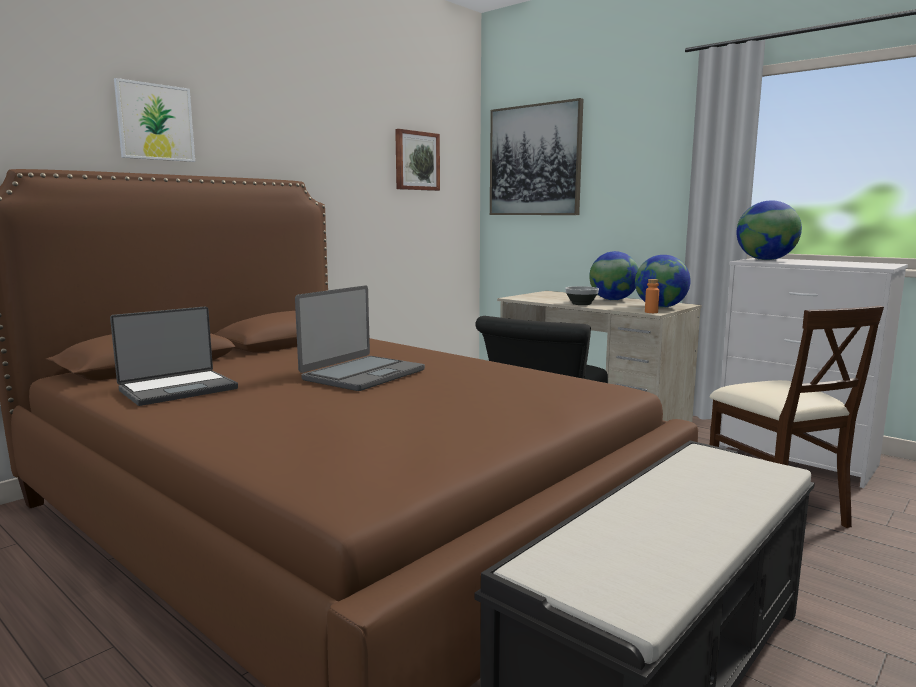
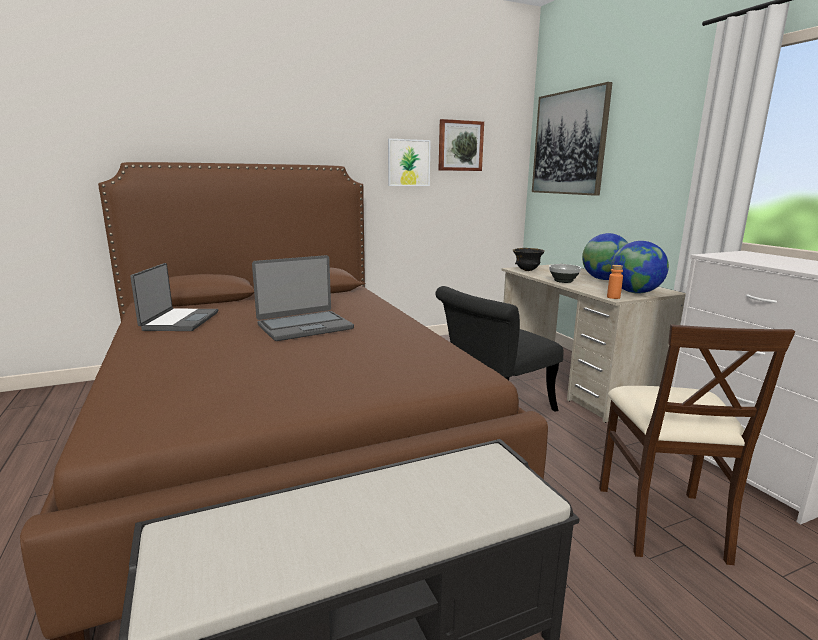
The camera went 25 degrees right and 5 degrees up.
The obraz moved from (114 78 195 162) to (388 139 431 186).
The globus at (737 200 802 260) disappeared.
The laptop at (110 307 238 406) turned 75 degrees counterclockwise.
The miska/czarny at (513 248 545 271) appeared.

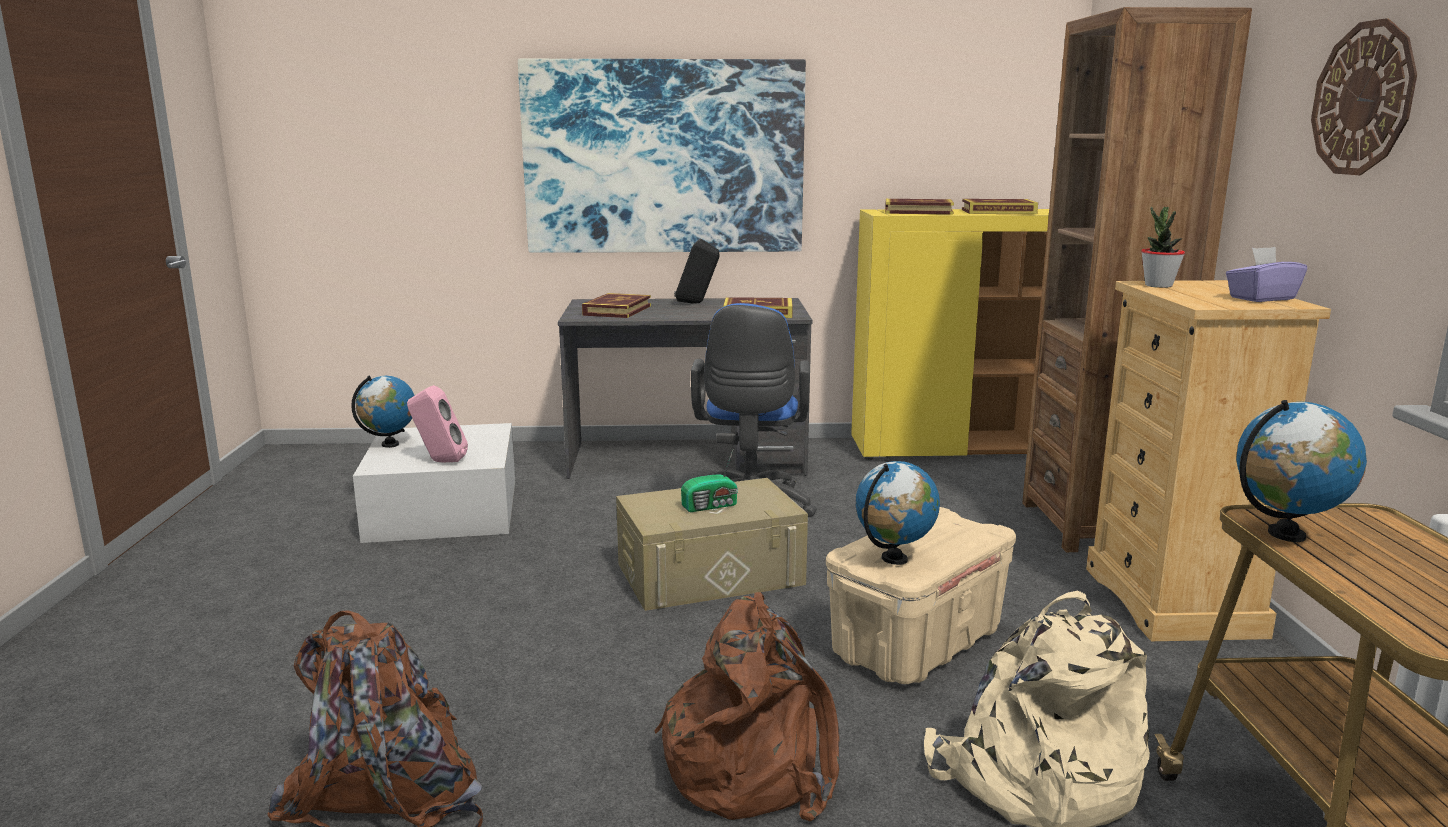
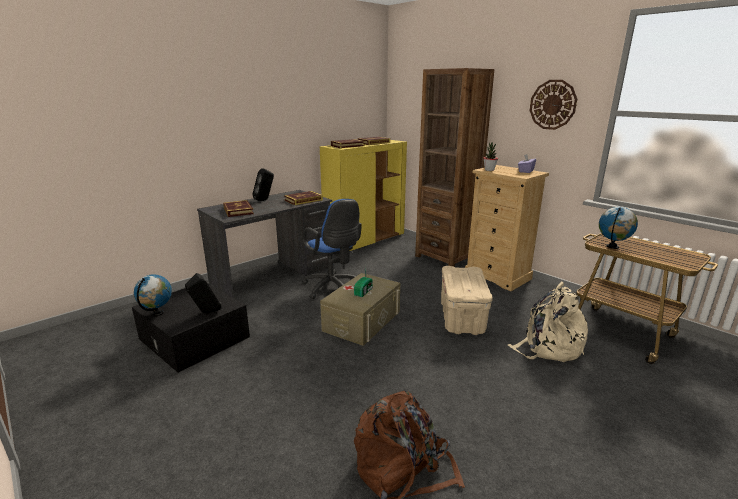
The camera went 40 degrees left and 5 degrees up.
The obraz at (518 59 806 253) disappeared.
The głośnik/różowy at (407 385 468 462) became the głośnik/czarny at (185 273 222 314).
The pojemnik do przechowywania/biały at (353 423 515 543) became the pojemnik do przechowywania/czarny at (132 284 250 372).
The globus at (856 461 940 565) disappeared.
The plecak/brązowy at (654 592 839 821) disappeared.

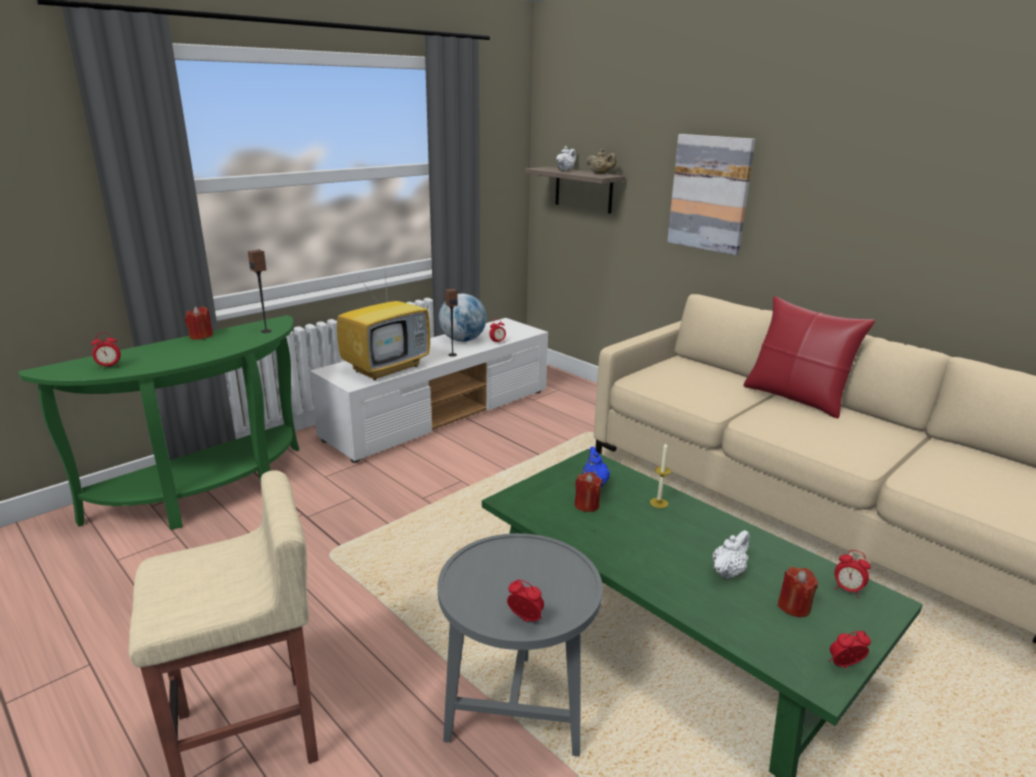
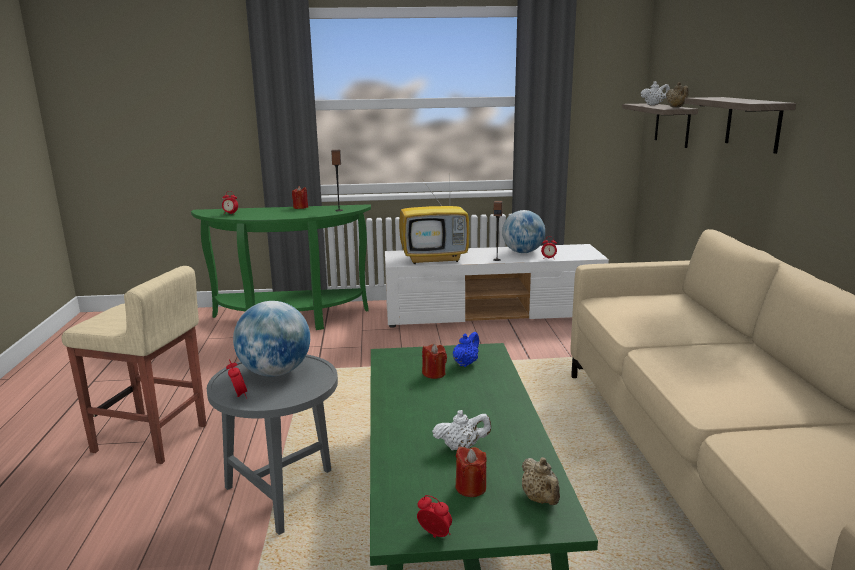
The camera went 40 degrees right and 5 degrees down.
The obraz at (667 134 756 255) was replaced by the półka at (684 97 796 154).
The poduszka/czerwony at (743 296 875 418) disappeared.
The świeca at (650 443 671 508) disappeared.
The budzik at (834 550 871 598) was replaced by the imbryk/beżowy at (521 457 560 505).
The globus at (233 301 310 377) appeared.

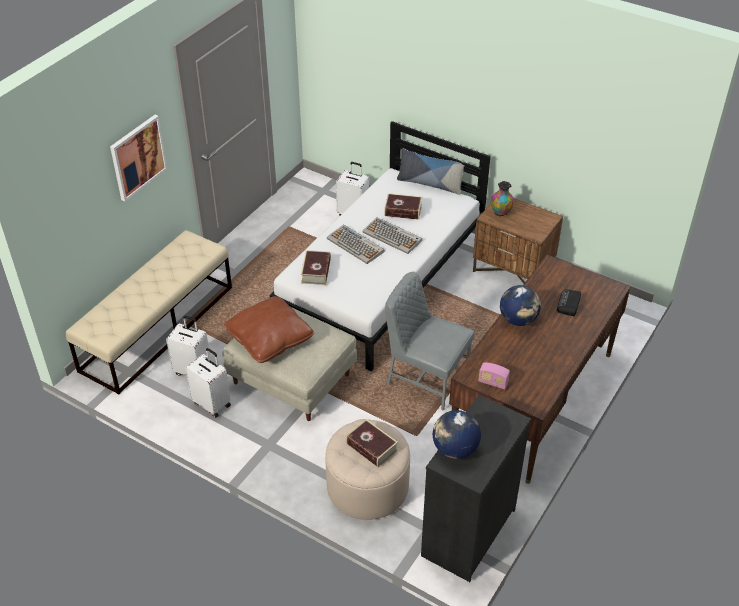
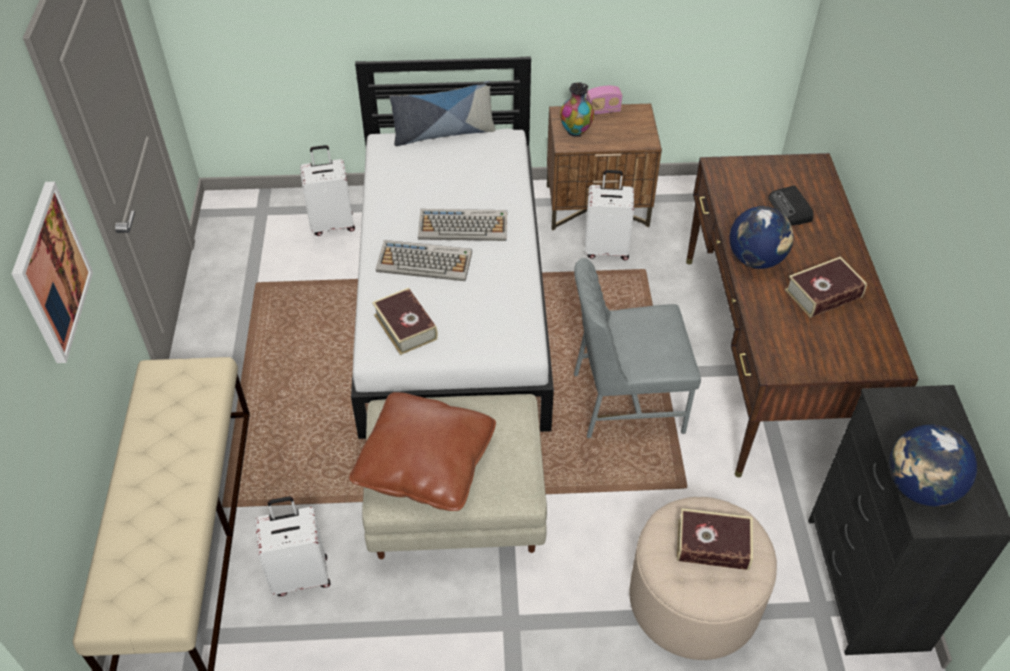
The camera went 35 degrees left and 5 degrees up.
The książka moved from (385 193 422 220) to (785 257 867 318).
The walizka/biały moved from (185 348 231 418) to (585 170 634 260).
The radio moved from (478 362 510 389) to (586 86 622 115).

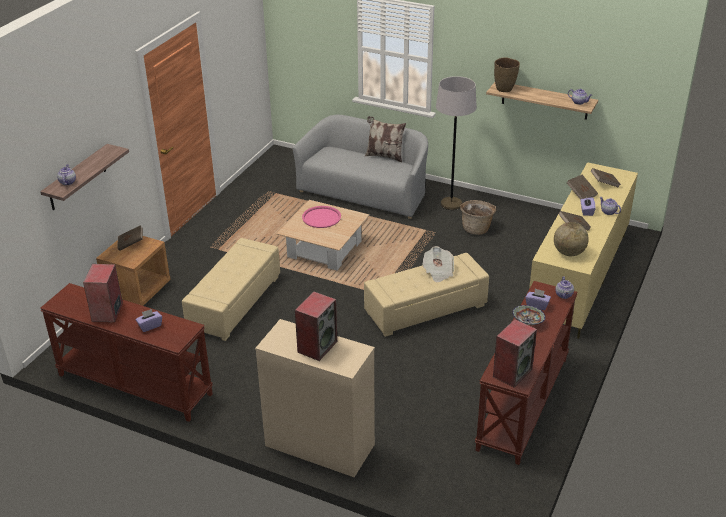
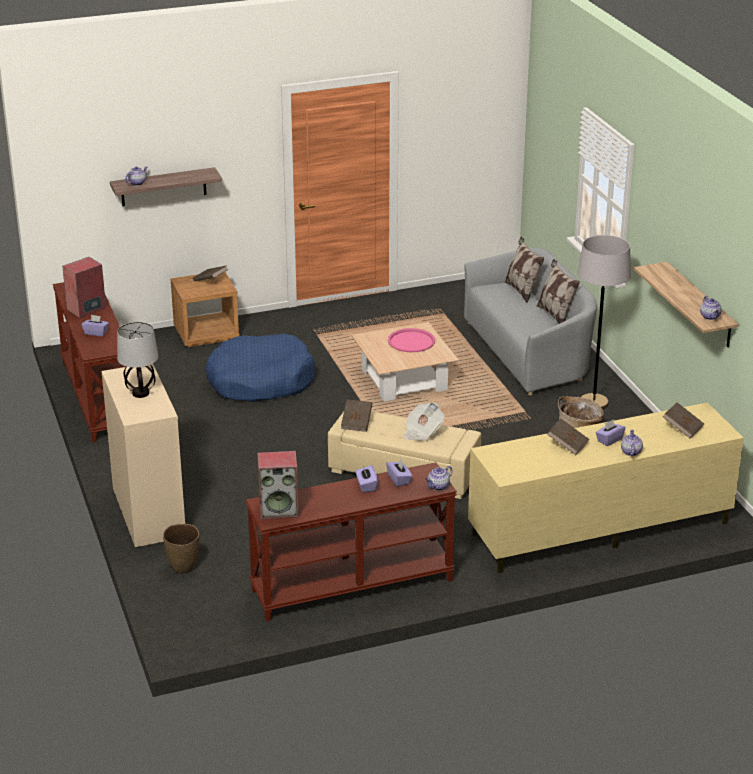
The camera went 45 degrees right and 5 degrees down.
The wazon/brązowy moved from (494 57 520 92) to (163 524 199 573).
The książka/brązowy moved from (567 175 598 200) to (341 399 373 432).
The globus at (554 222 589 256) disappeared.
The pufa/beżowy at (182 238 280 341) was replaced by the legowisko/niebieski at (206 333 315 402).
The głośnik at (295 292 337 361) was replaced by the lampa stołowa at (117 322 158 398).
The miska at (512 305 546 325) was replaced by the pudełko chusteczek/fioletowy at (356 465 378 492).
The poduszka at (504 237 544 303) appeared.

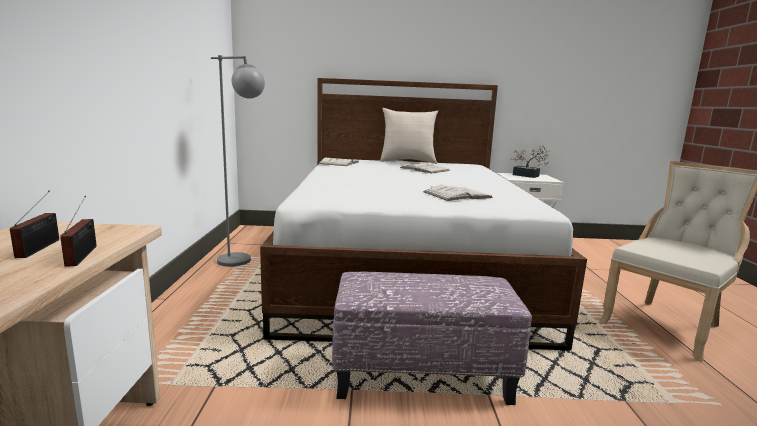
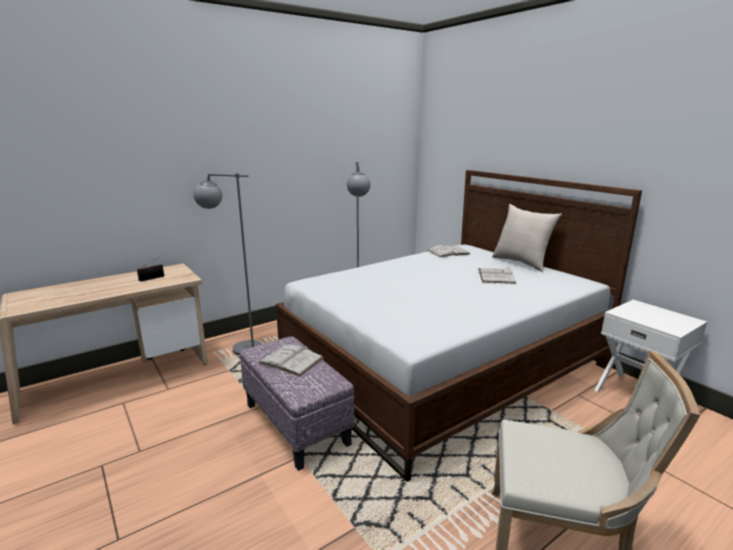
The camera went 55 degrees right and 5 degrees up.
The roślina doniczkowa at (510 145 550 178) disappeared.
The książka/biały moved from (424 185 493 201) to (259 343 323 376).
The radio at (60 196 97 267) disappeared.
The lampa stojąca/szary at (193 173 261 355) appeared.

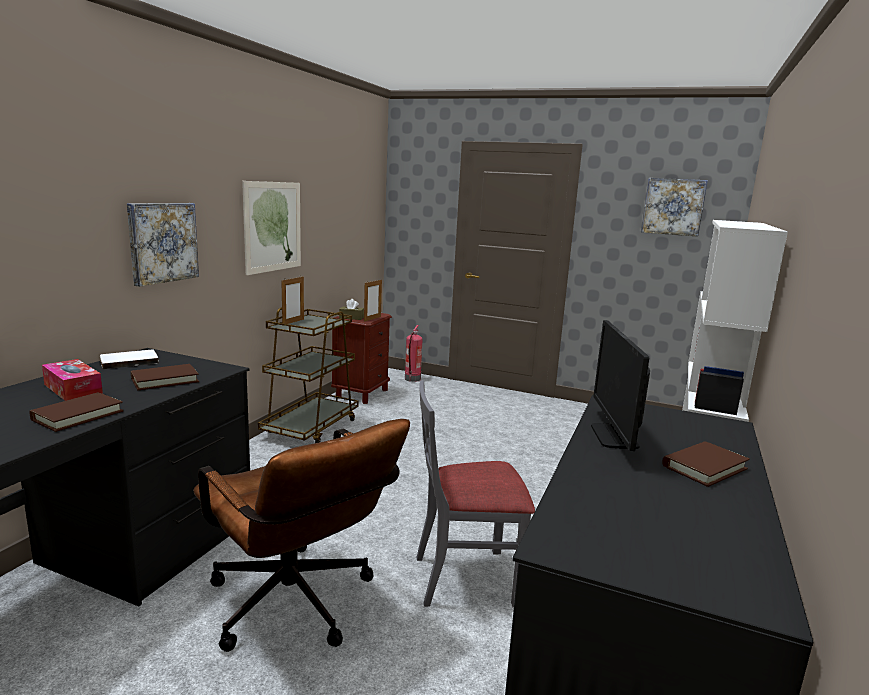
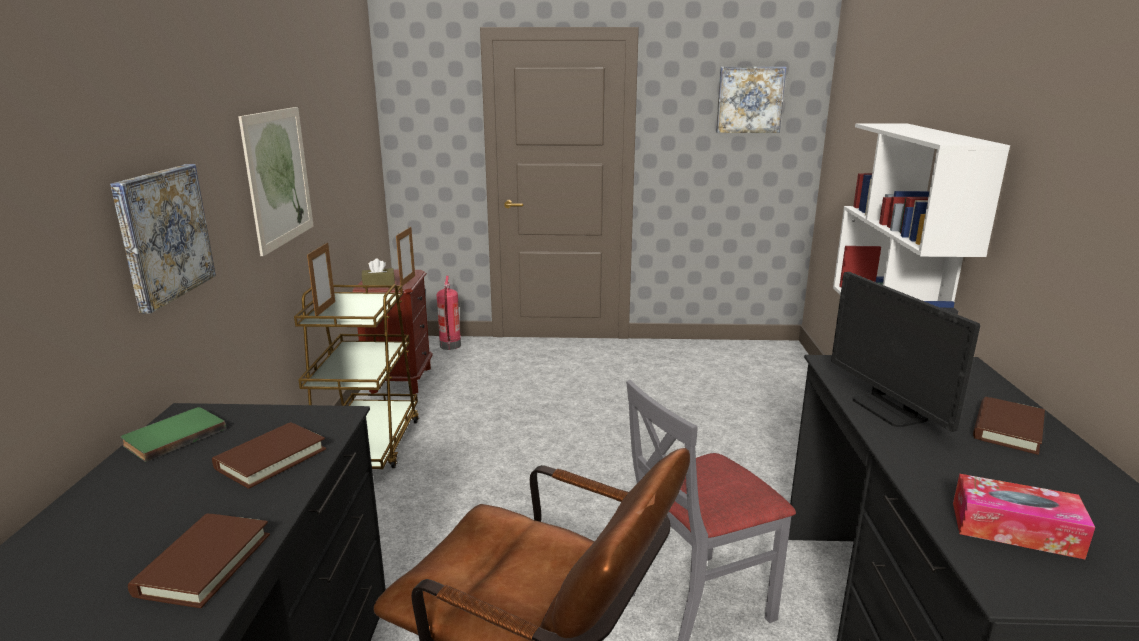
The camera went 20 degrees left and 5 degrees up.
The książka/biały at (100 350 159 369) became the książka/zielony at (121 407 226 462).
The pudełko chusteczek moved from (42 359 103 401) to (953 474 1095 559).

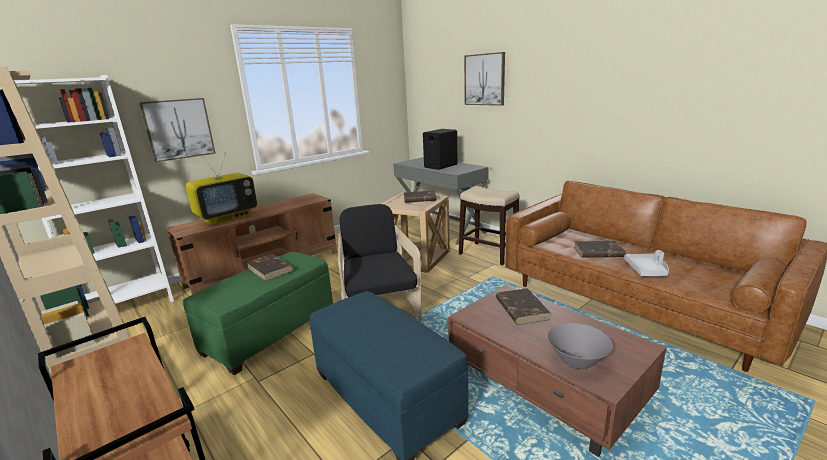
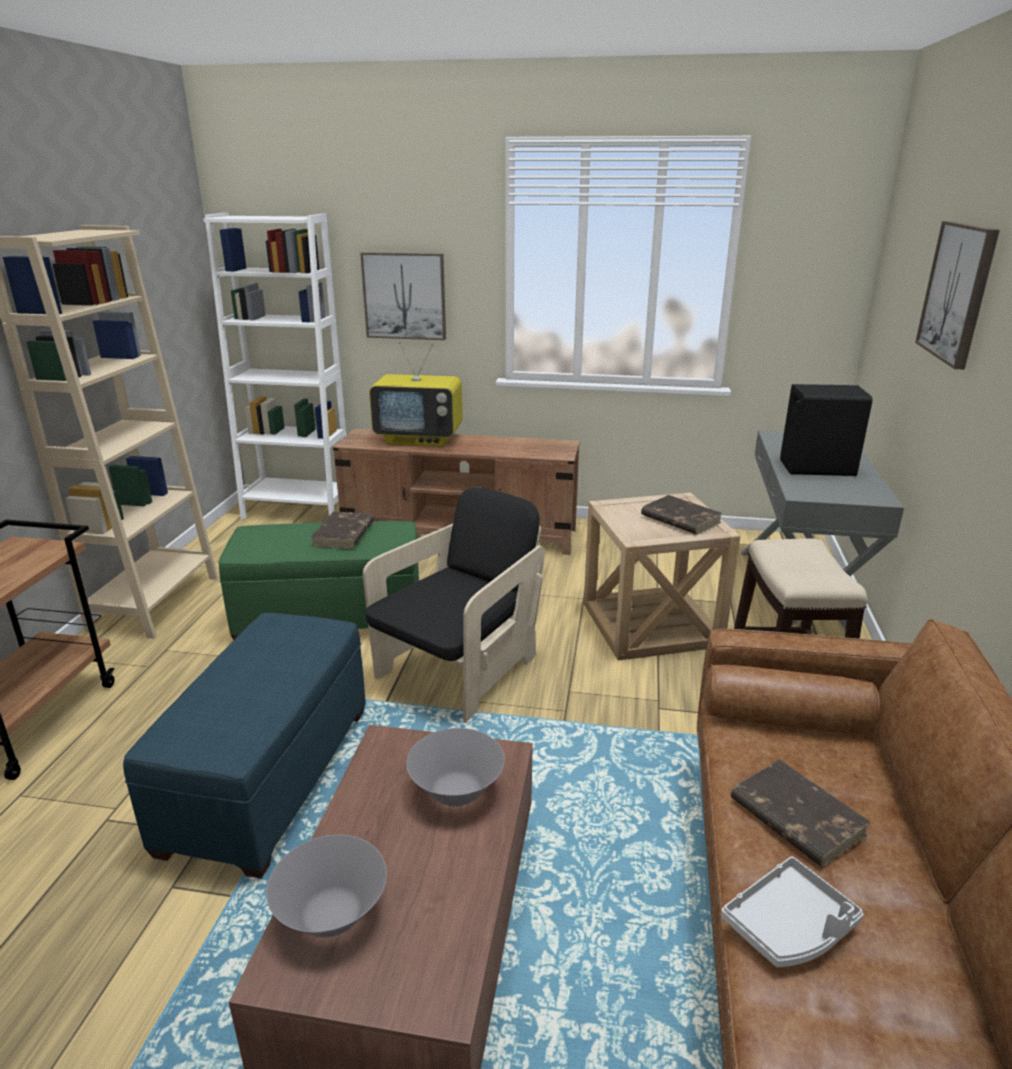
The camera went 50 degrees right and 5 degrees up.
The książka/brązowy at (496 288 550 325) was replaced by the miska/szary at (406 728 505 807).

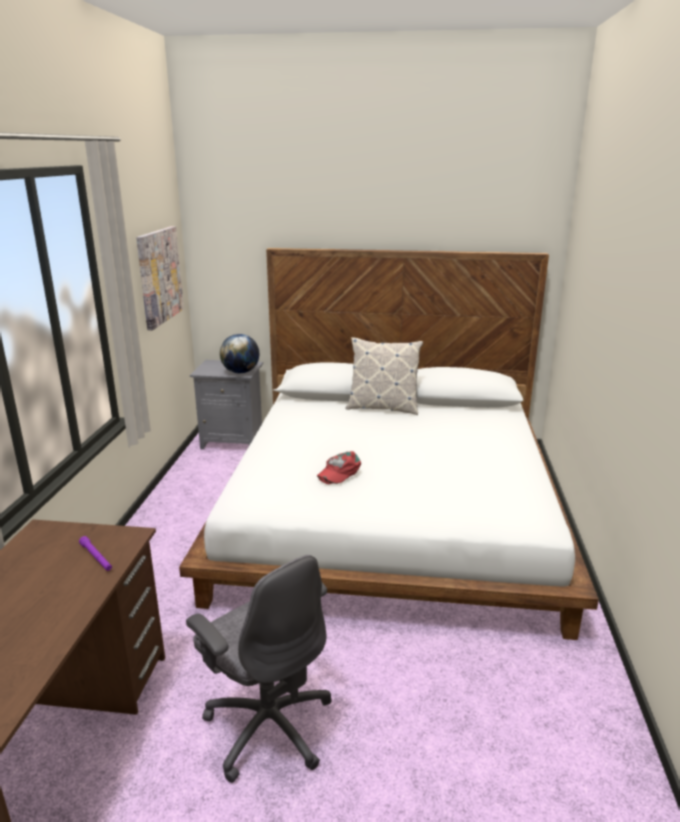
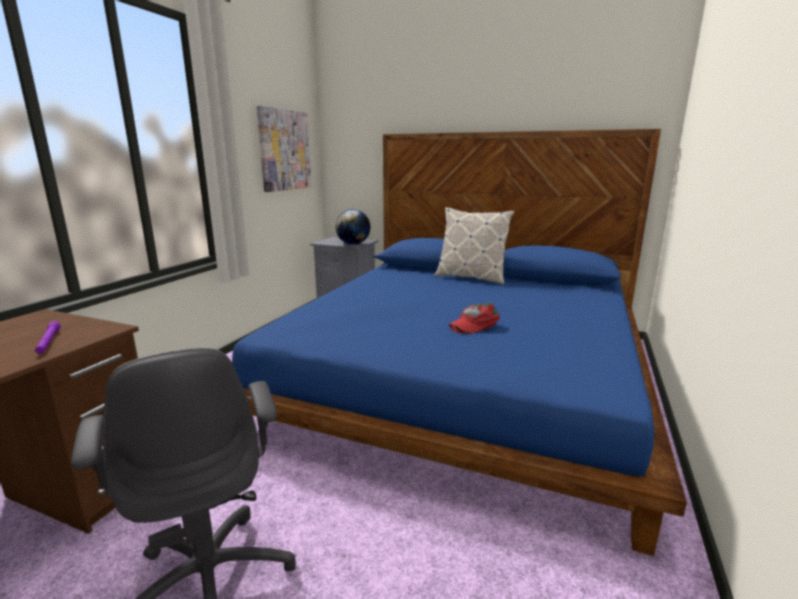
The camera went 15 degrees right and 5 degrees down.
The łóżko/biały at (179 248 599 640) became the łóżko/niebieski at (232 129 687 556).
The czapka z daszkiem/czerwony moved from (317 451 361 484) to (449 303 500 334).

